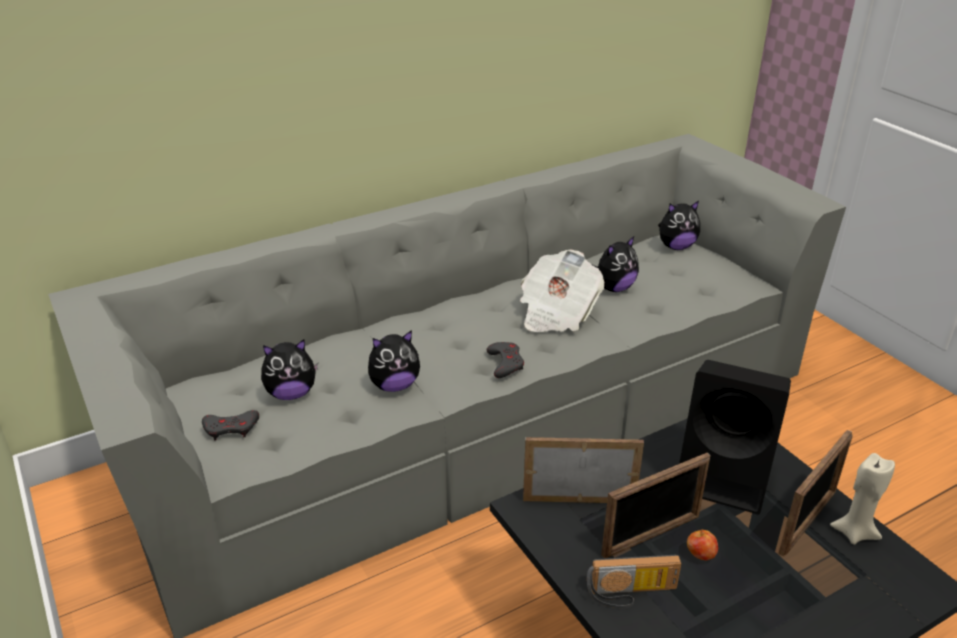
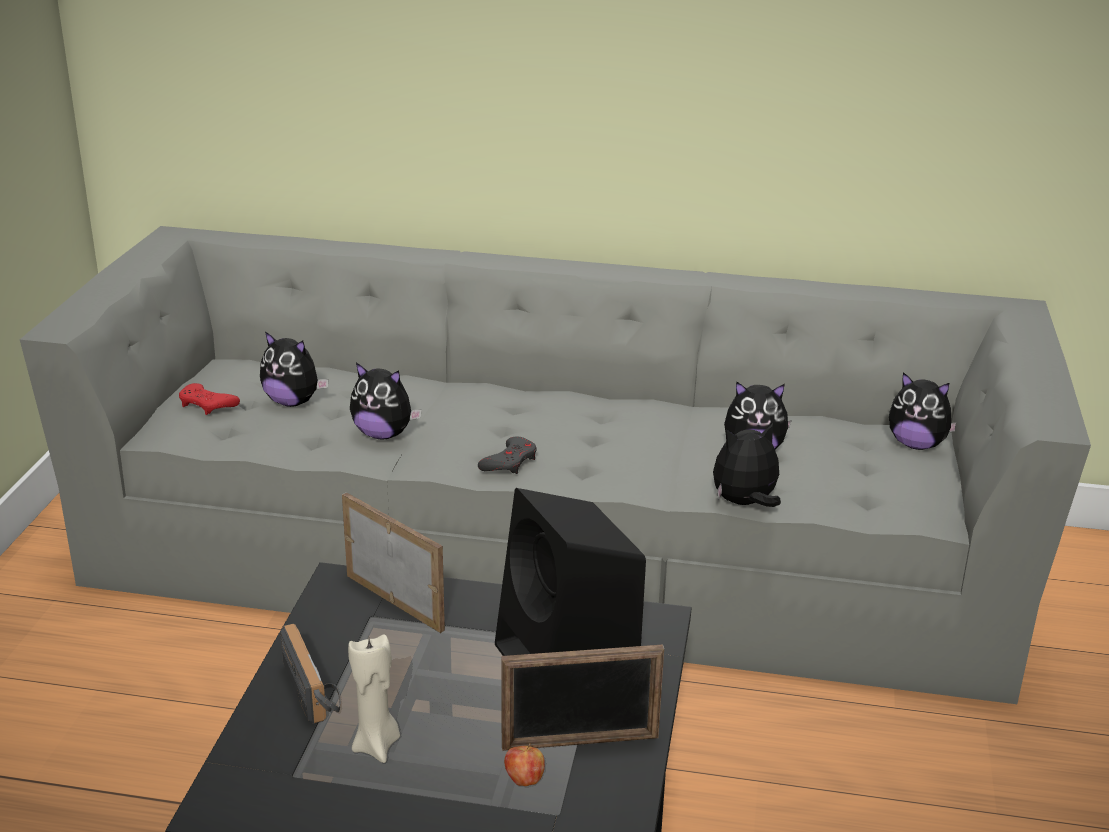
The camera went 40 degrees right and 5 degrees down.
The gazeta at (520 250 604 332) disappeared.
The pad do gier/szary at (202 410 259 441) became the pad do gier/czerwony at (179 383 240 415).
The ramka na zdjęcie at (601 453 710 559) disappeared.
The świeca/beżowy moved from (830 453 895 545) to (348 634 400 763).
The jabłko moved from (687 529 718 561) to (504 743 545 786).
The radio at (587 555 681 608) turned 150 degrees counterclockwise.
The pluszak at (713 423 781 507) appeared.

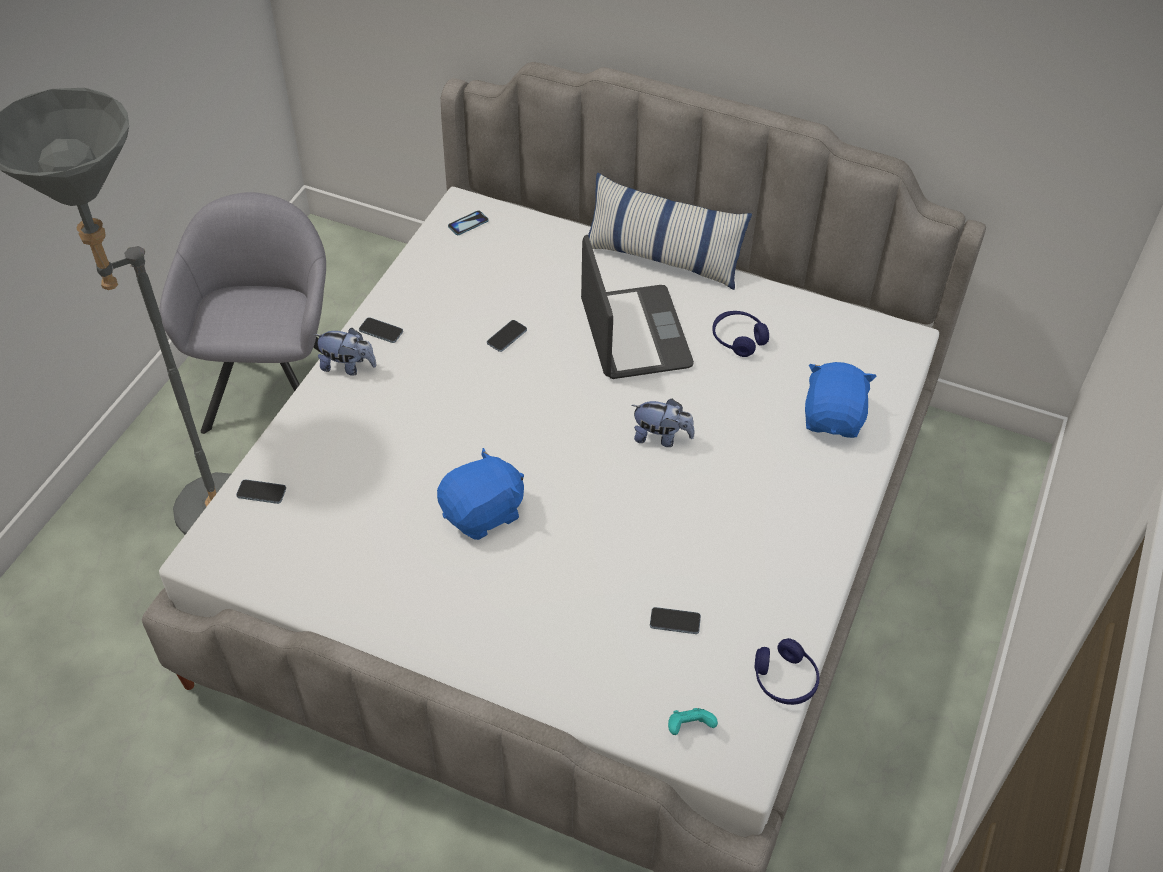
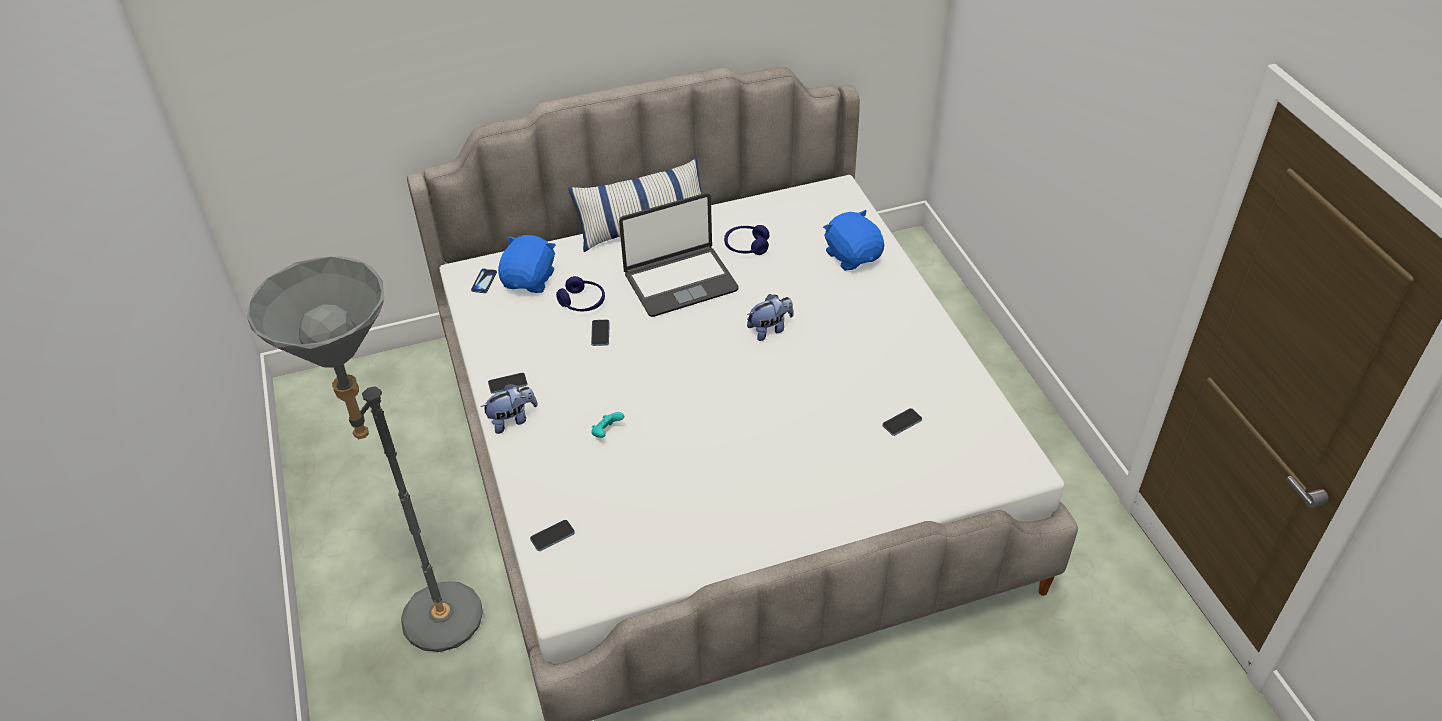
The camera went 40 degrees left and 5 degrees down.
The fotel/szary at (159 192 326 434) disappeared.
The laptop at (581 235 694 379) turned 120 degrees clockwise.
The pluszak/niebieski moved from (437 448 524 540) to (498 235 556 293).
The słuchawki/niebieski moved from (755 638 819 705) to (556 276 605 311).
The pad do gier/turkusowy moved from (668 708 718 735) to (591 412 624 438).

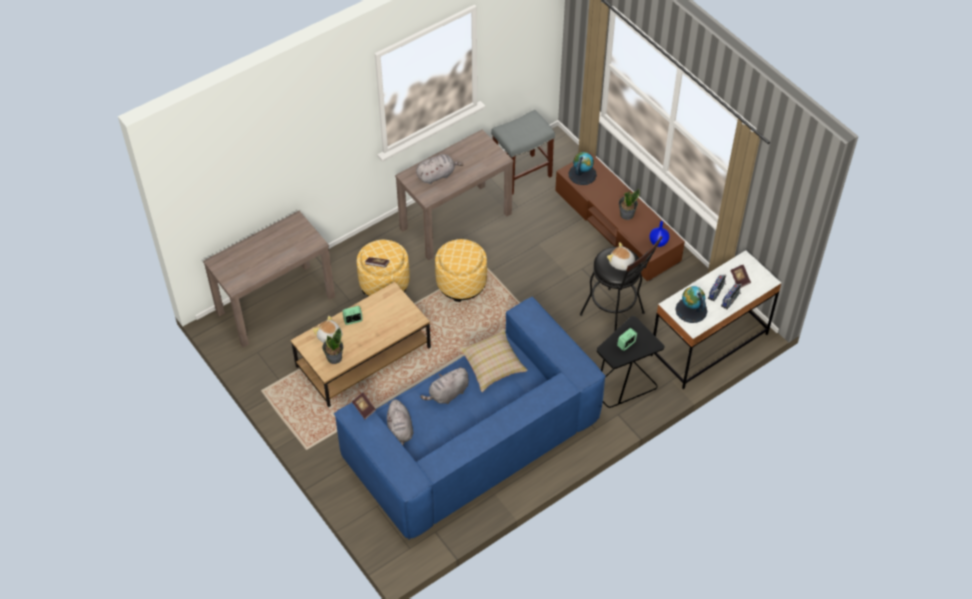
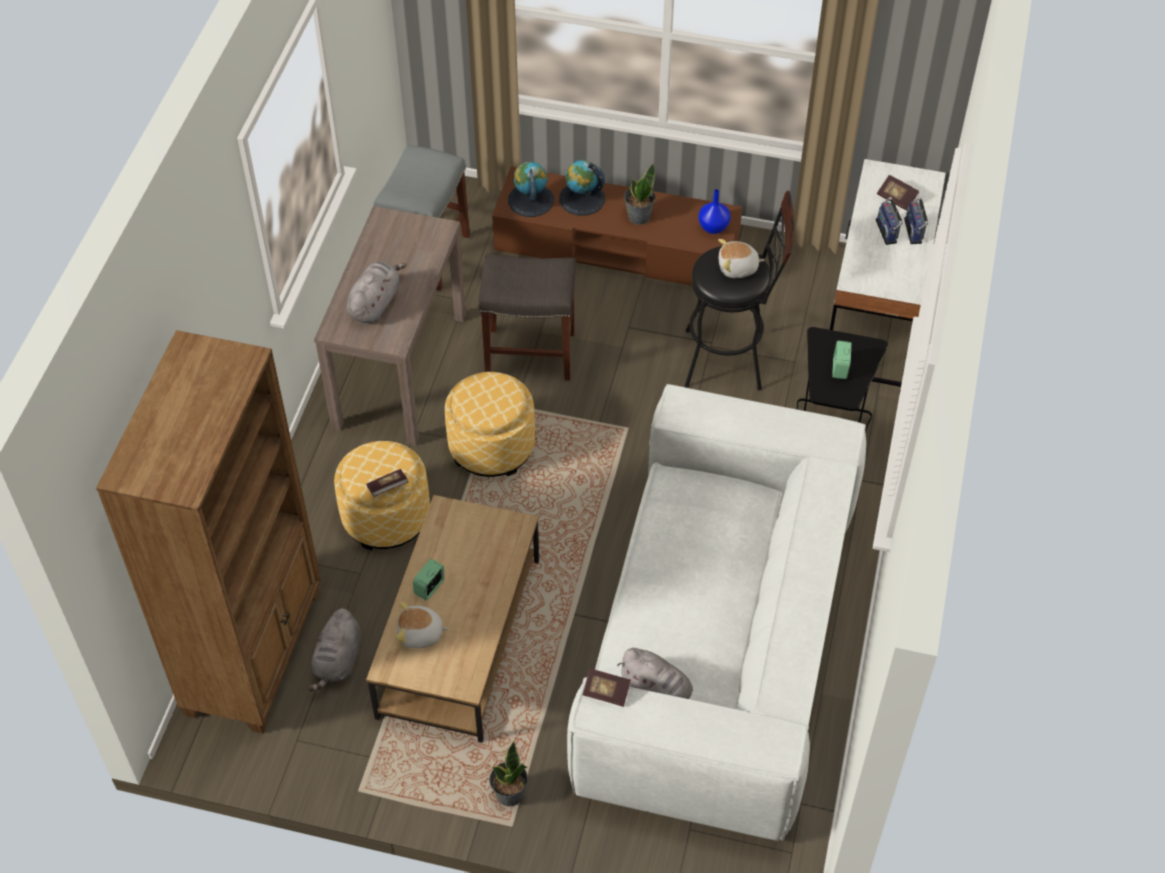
The camera went 40 degrees left and 0 degrees up.
The stolik konsolowy/brązowy at (203 211 335 348) was replaced by the regał/brązowy at (96 330 321 734).
The globus moved from (675 286 707 323) to (559 160 605 215).
The kanapa/niebieski at (334 297 606 540) became the kanapa/biały at (567 384 866 841).
The roślina doniczkowa moved from (322 327 343 364) to (489 741 528 806).
The poduszka/beżowy at (458 328 528 392) disappeared.
The pluszak/szary moved from (420 367 469 404) to (308 608 361 692).
The stołek/szary at (479 254 576 381) appeared.

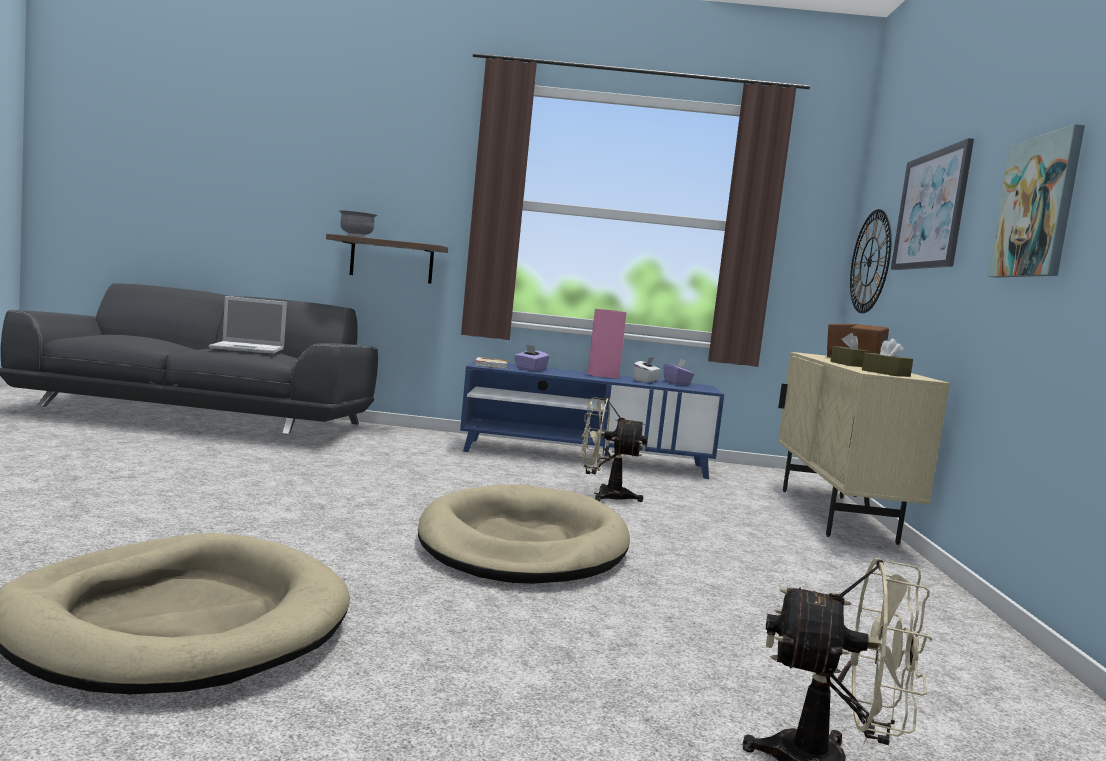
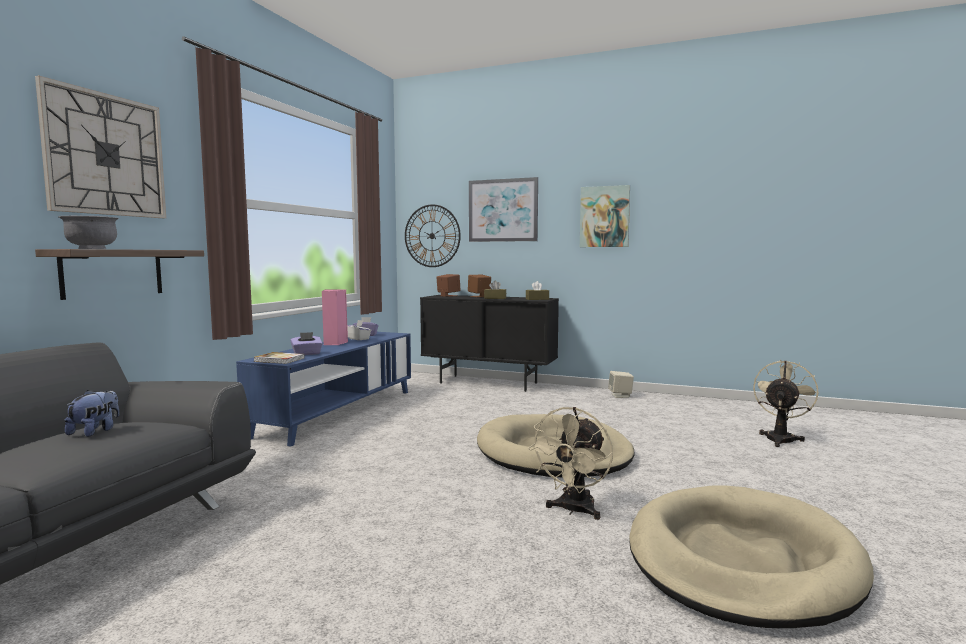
The camera went 70 degrees left and 0 degrees up.
The laptop at (209 296 287 354) was replaced by the pluszak at (65 390 119 437).
The szafka/beżowy at (778 352 950 545) became the szafka/czarny at (420 295 559 392).
The wentylator/beżowy moved from (580 397 648 502) to (528 407 613 520).
The zegar ścienny at (35 76 166 218) appeared.
The głośnik/beżowy at (608 371 634 398) appeared.

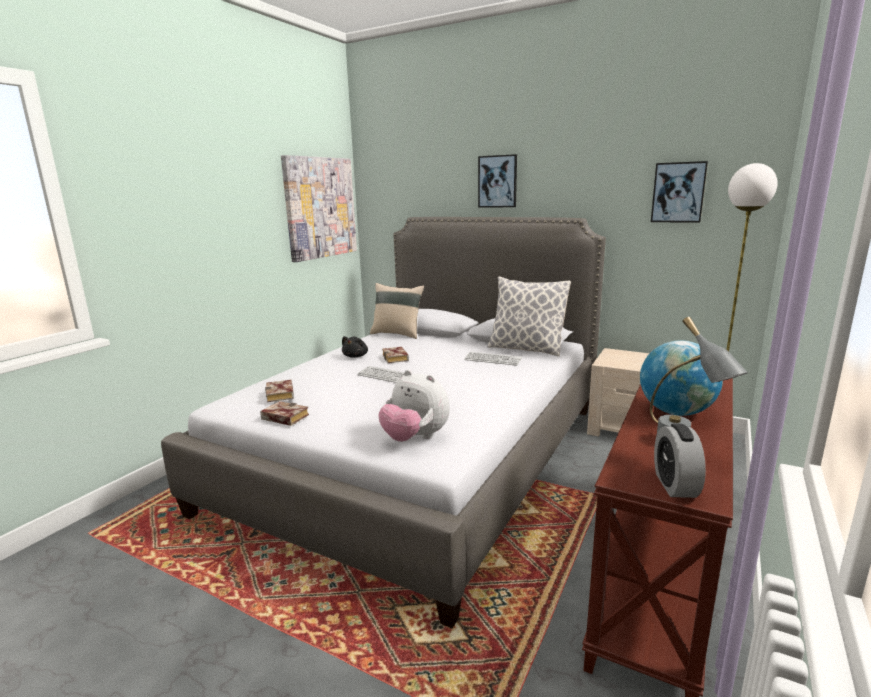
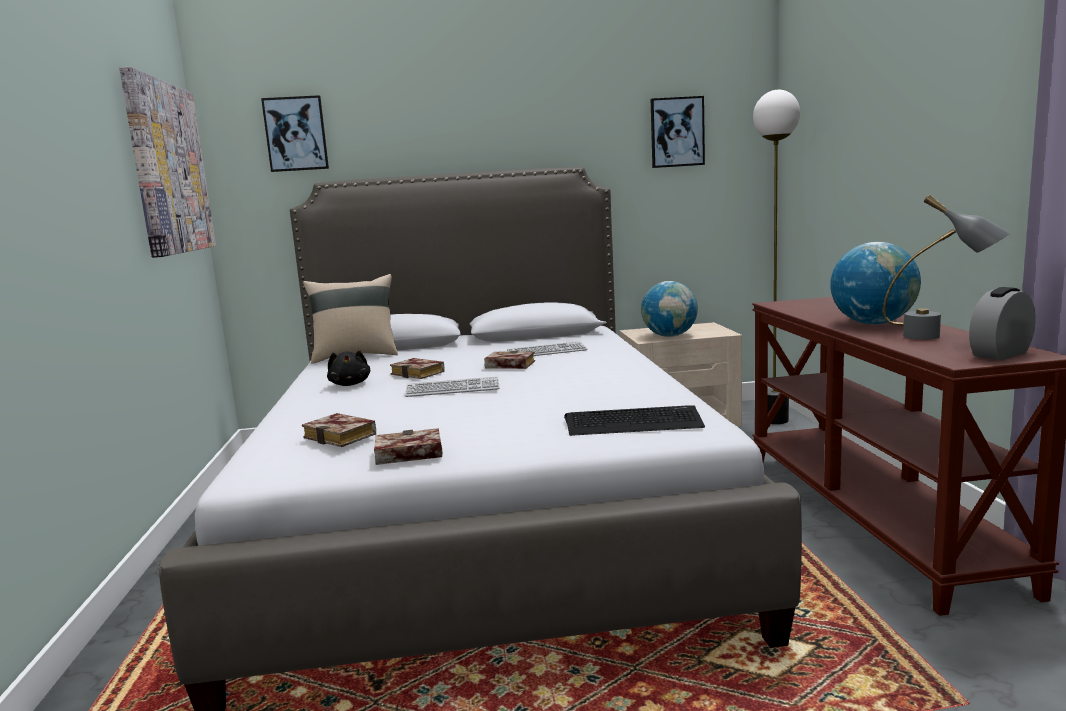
The camera went 35 degrees left and 5 degrees down.
The obraz moved from (478 154 517 207) to (261 95 329 172).
The poduszka at (487 276 571 357) disappeared.
The pluszak at (379 370 450 442) was replaced by the klawiatura at (564 405 705 436).
The budzik at (654 424 706 498) turned 90 degrees clockwise.
The globus at (641 281 698 337) appeared.
The książka at (484 351 535 369) appeared.

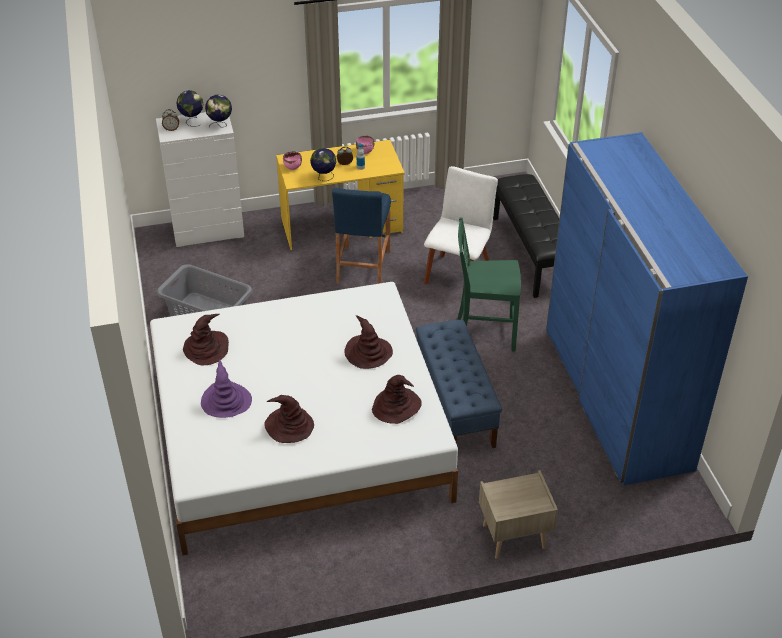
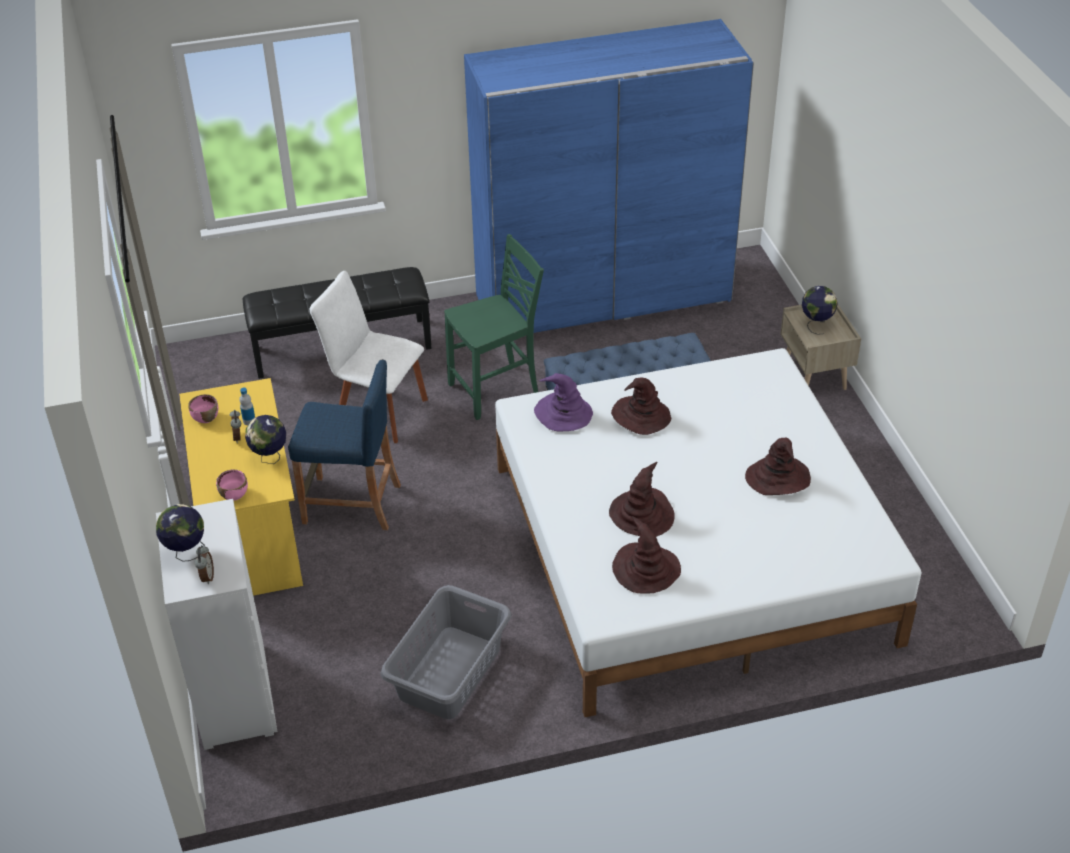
The camera went 90 degrees left and 0 degrees up.
The globus moved from (205 95 232 128) to (802 286 837 335).
The krzesło/zielony at (458 218 521 351) turned 120 degrees counterclockwise.
The kapelusz/fioletowy moved from (201 359 252 418) to (534 373 593 431).
The kapelusz/brązowy moved from (372 375 422 424) to (609 462 675 537).

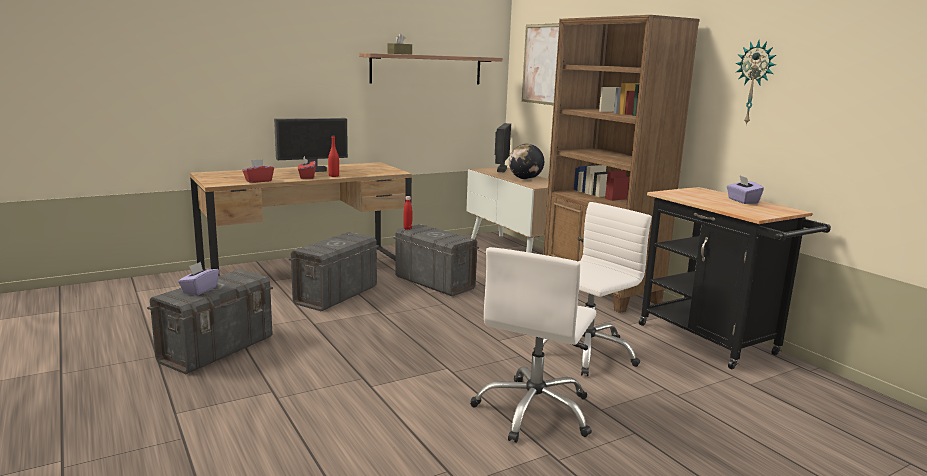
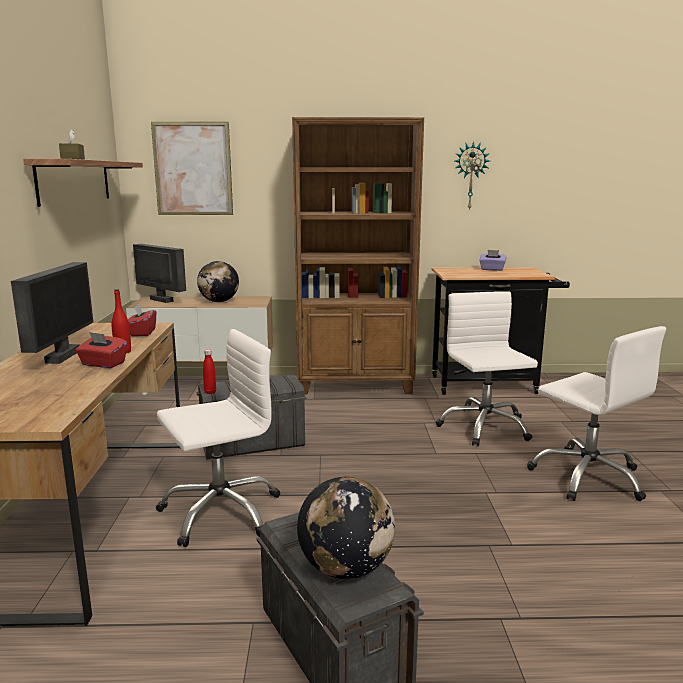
The camera went 60 degrees left and 0 degrees up.
The pudełko chusteczek/czerwony moved from (242 159 274 183) to (128 304 156 336).
The pojemnik do przechowywania/szary at (289 232 379 311) was replaced by the krzesło biurowe/biały at (156 329 280 547).
The pudełko chusteczek/fioletowy at (178 262 219 296) was replaced by the globus at (297 477 395 579).

